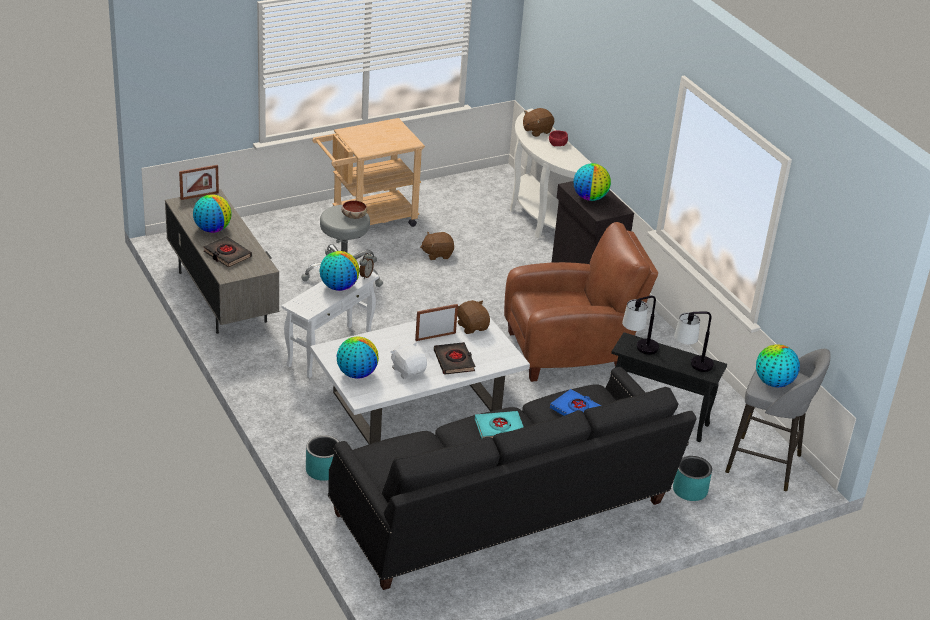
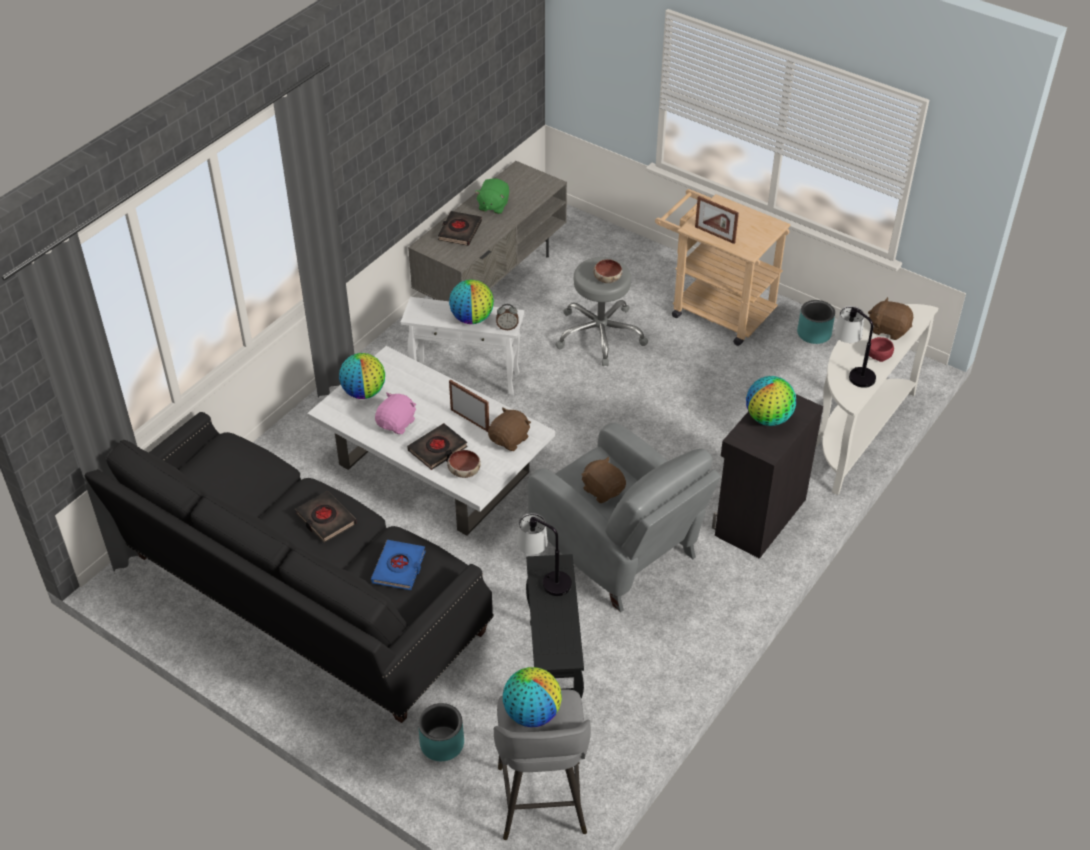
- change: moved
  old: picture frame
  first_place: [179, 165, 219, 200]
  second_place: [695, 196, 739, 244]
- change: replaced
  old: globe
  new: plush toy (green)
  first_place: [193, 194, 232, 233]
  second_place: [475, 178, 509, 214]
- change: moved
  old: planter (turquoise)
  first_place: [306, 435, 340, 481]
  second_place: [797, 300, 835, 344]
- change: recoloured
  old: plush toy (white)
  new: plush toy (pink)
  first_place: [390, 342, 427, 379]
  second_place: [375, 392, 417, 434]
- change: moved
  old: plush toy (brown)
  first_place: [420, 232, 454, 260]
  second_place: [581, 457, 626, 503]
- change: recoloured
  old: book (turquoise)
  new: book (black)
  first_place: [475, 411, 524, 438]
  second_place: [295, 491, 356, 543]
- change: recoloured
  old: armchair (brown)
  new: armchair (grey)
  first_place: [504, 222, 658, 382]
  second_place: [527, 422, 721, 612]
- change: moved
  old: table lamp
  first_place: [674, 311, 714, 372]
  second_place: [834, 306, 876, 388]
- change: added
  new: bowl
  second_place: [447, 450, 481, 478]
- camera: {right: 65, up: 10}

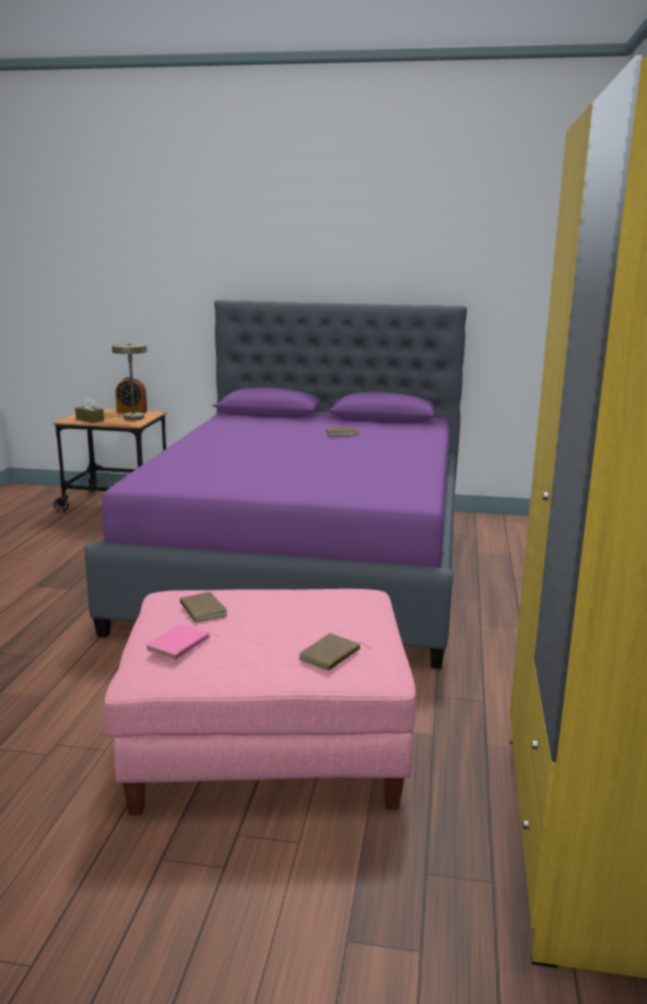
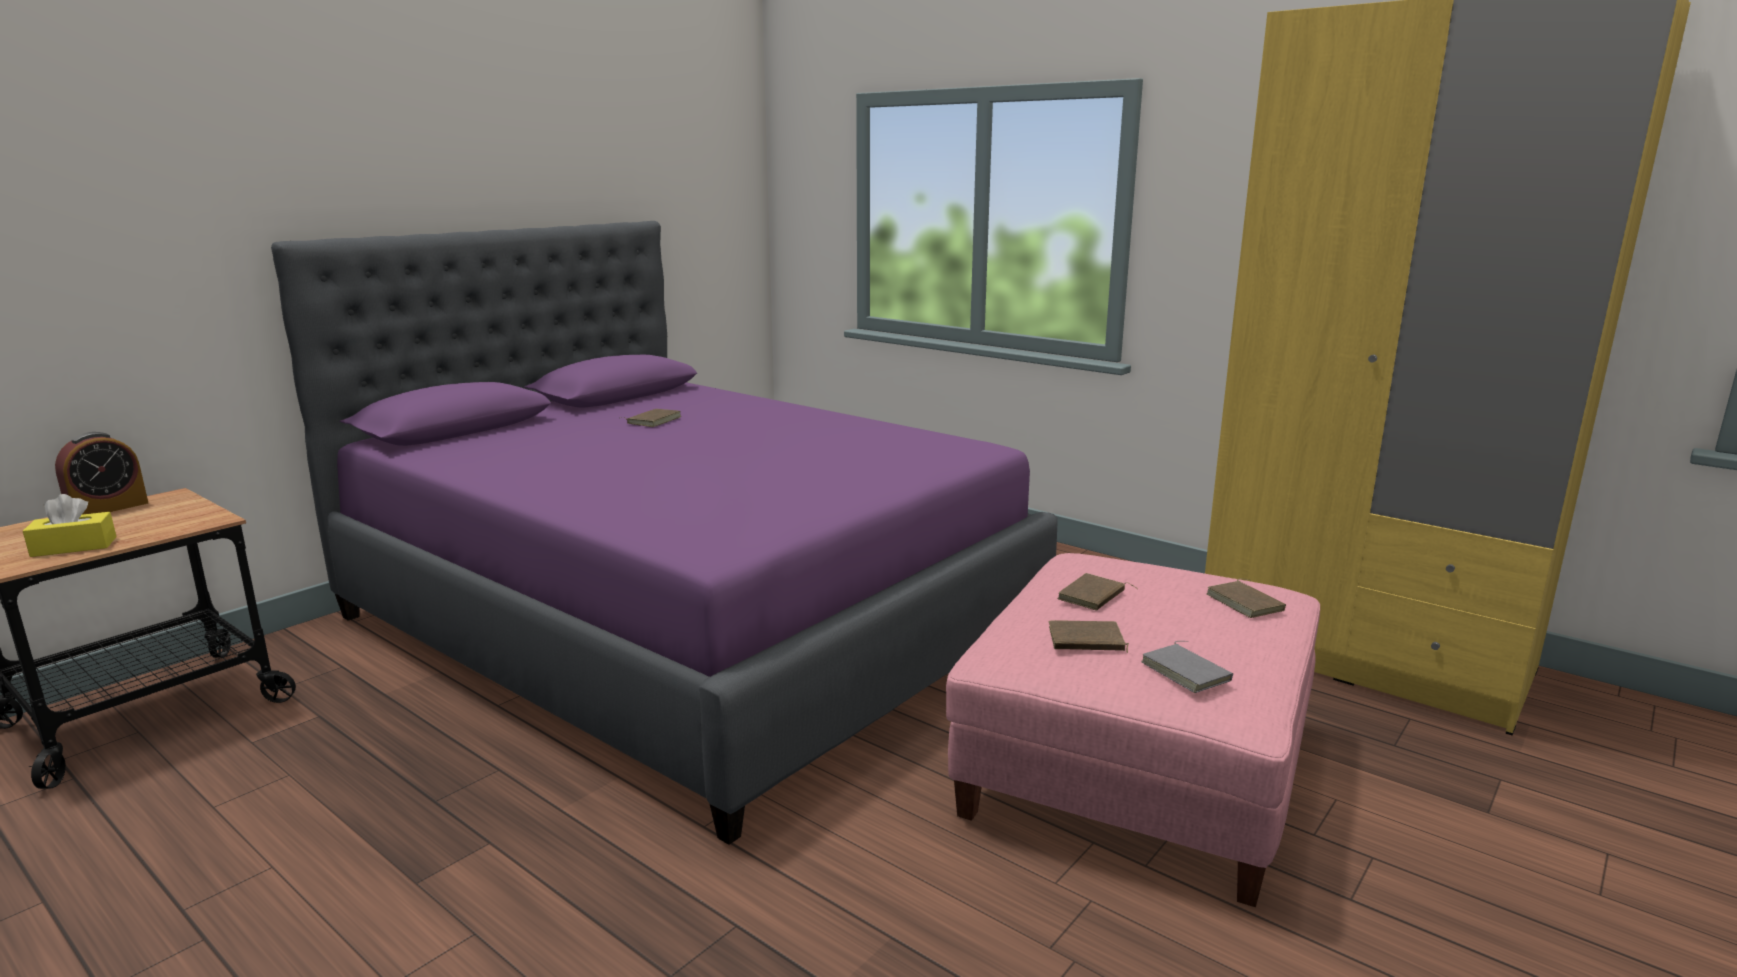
- change: recoloured
  old: tissue box (brown)
  new: tissue box (yellow)
  first_place: [75, 397, 104, 423]
  second_place: [23, 494, 117, 557]
- change: removed
  old: table lamp (beige)
  first_place: [104, 343, 147, 420]
- change: recoloured
  old: book (pink)
  new: book (grey)
  first_place: [146, 624, 218, 660]
  second_place: [1141, 641, 1233, 693]
- change: added
  new: book (brown)
  second_place: [1057, 573, 1138, 611]
- camera: {right: -60, up: 0}

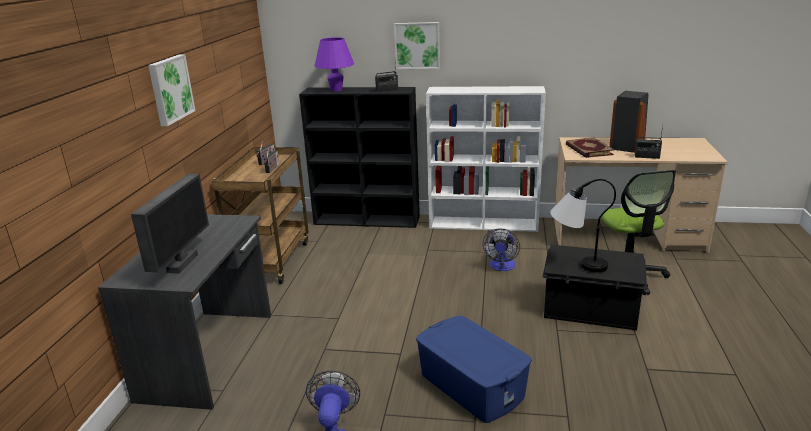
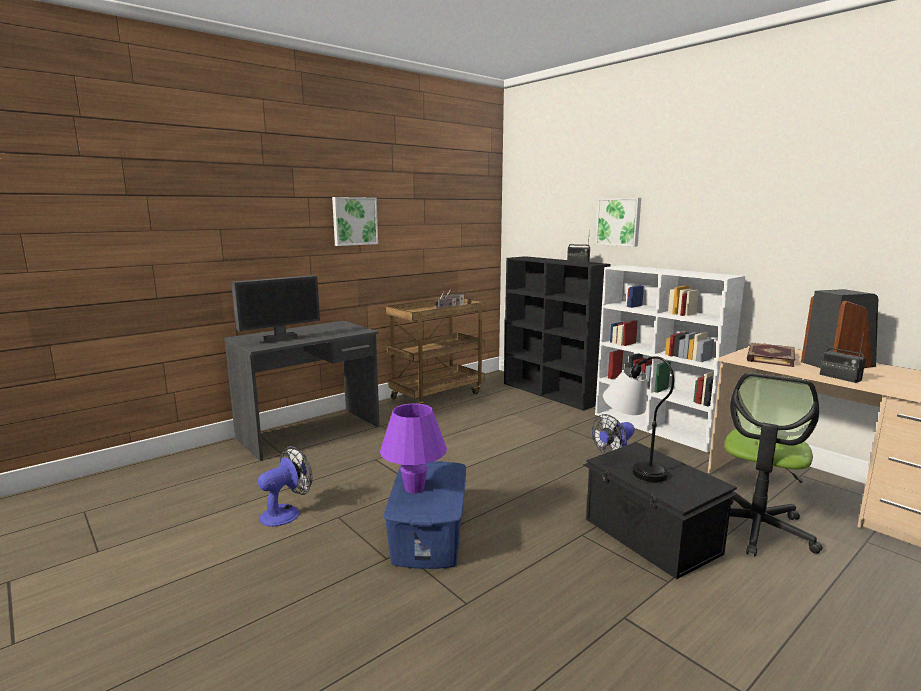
- change: moved
  old: table lamp (purple)
  first_place: [314, 37, 354, 92]
  second_place: [380, 403, 447, 493]
- camera: {right: 40, up: -10}

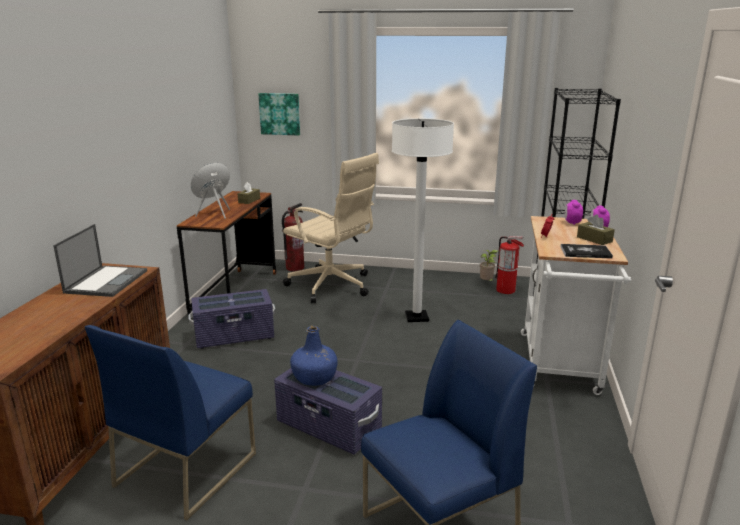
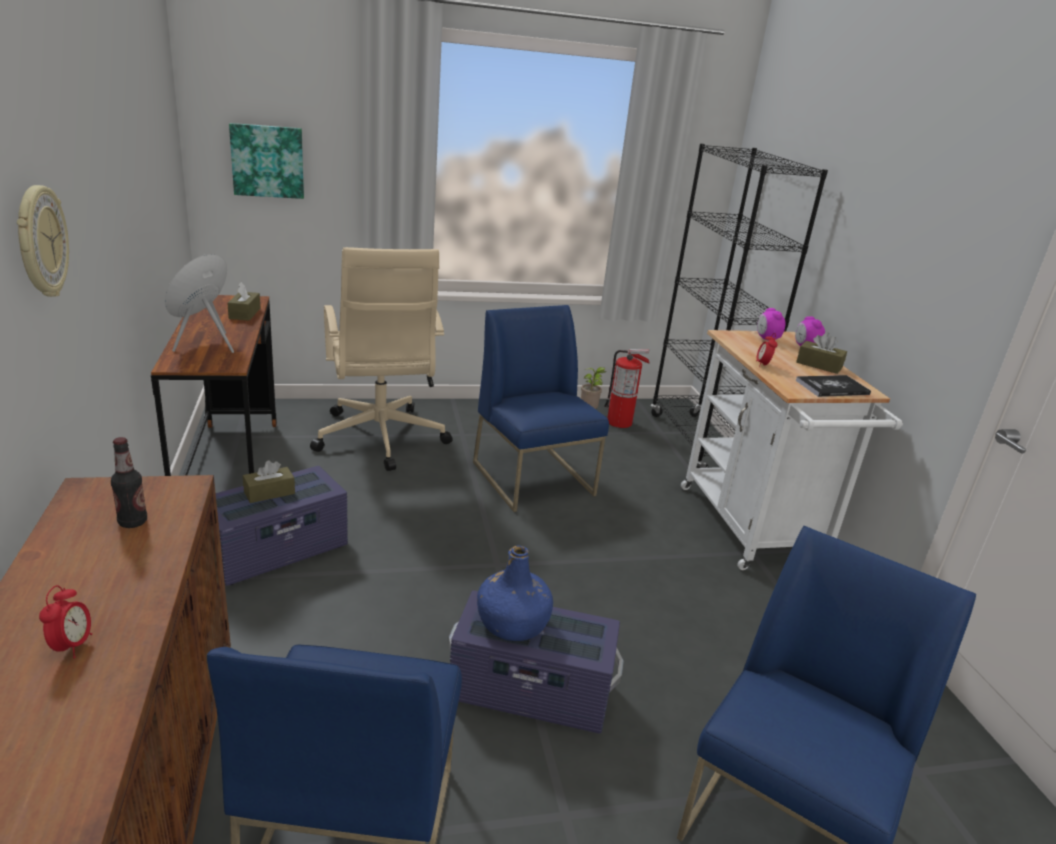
- change: replaced
  old: laptop
  new: bottle
  first_place: [53, 224, 147, 297]
  second_place: [111, 437, 147, 528]
- change: removed
  old: fire extinguisher
  first_place: [282, 203, 304, 272]
- change: turned
  old: office chair (beige)
  first_place: [283, 153, 379, 303]
  second_place: [310, 247, 453, 471]
  degrees: 60
- change: replaced
  old: floor lamp (white)
  new: chair (blue)
  first_place: [392, 118, 454, 322]
  second_place: [473, 305, 609, 512]
- change: added
  new: wall clock
  second_place: [17, 185, 69, 297]
- change: added
  new: alarm clock
  second_place: [39, 585, 92, 658]
- change: added
  new: tissue box (brown)
  second_place: [243, 460, 295, 503]
- camera: {right: -25, up: 5}

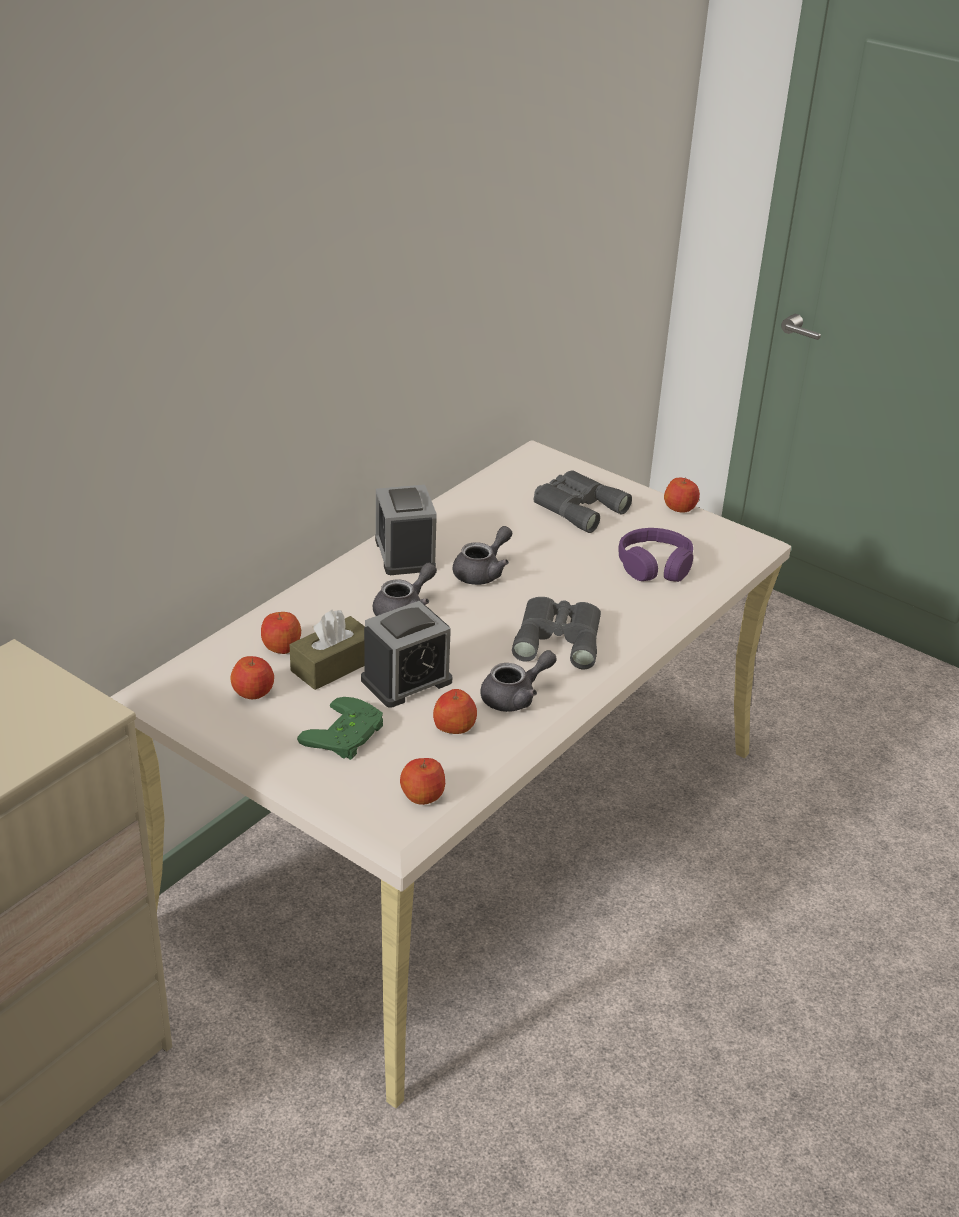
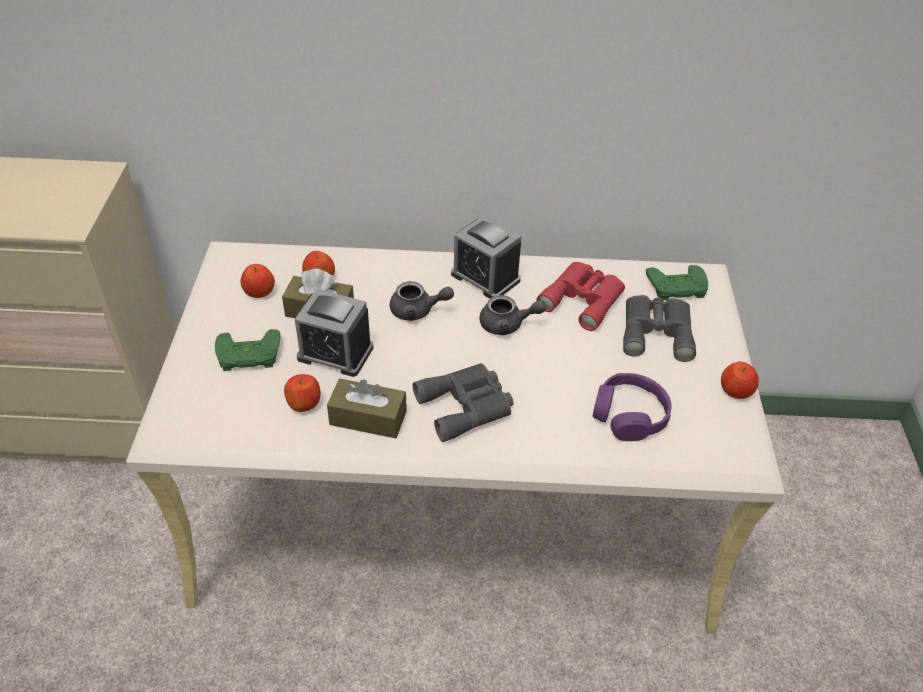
- change: turned
  old: alarm clock
  first_place: [375, 485, 437, 575]
  second_place: [451, 215, 522, 299]
  degrees: -90
- change: removed
  old: apple
  first_place: [400, 758, 445, 805]
- change: replaced
  old: teapot (grey)
  new: tissue box (brown)
  first_place: [480, 650, 557, 712]
  second_place: [327, 379, 407, 438]
- change: added
  new: binoculars (red)
  second_place: [536, 262, 625, 331]
- change: added
  new: game controller (green)
  second_place: [646, 265, 708, 300]
- camera: {right: 55, up: 10}

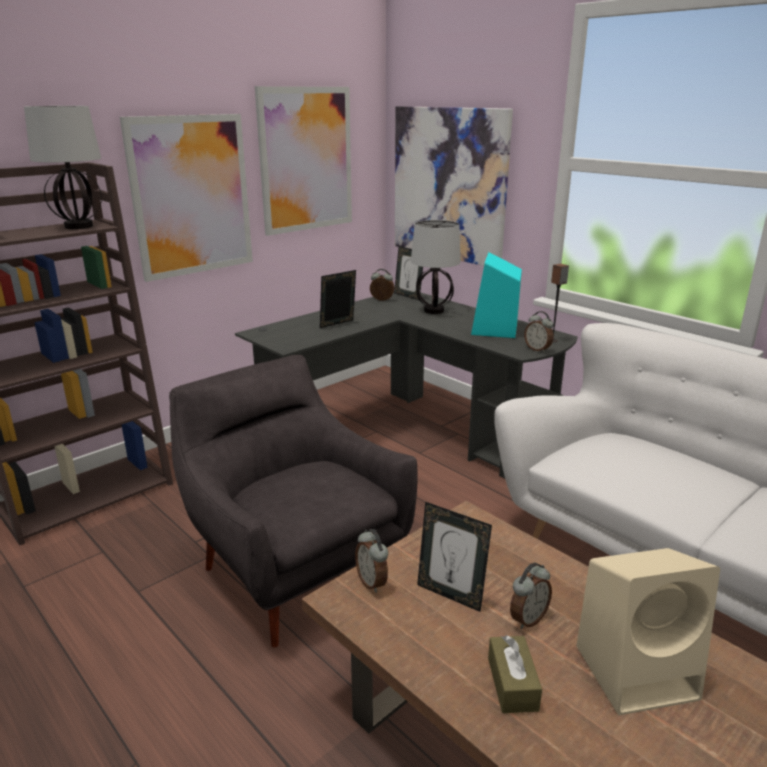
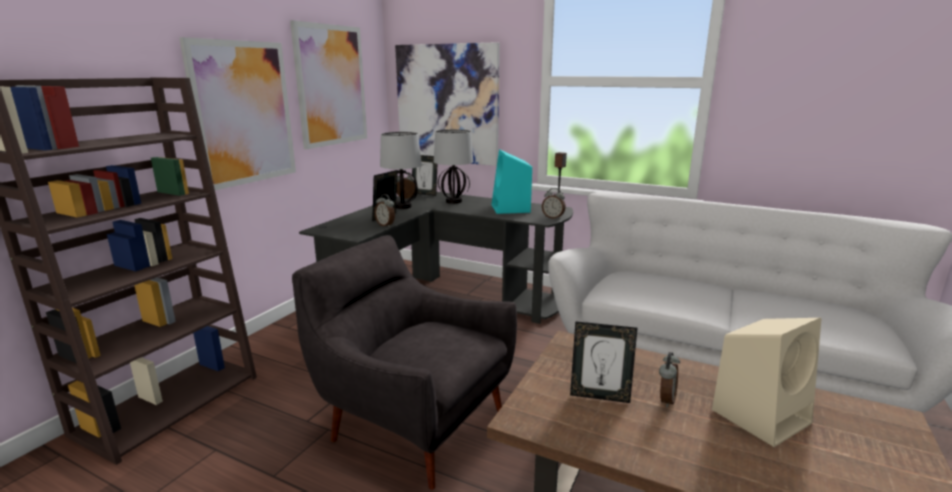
- change: moved
  old: table lamp
  first_place: [24, 106, 102, 229]
  second_place: [380, 132, 422, 209]
- change: moved
  old: alarm clock
  first_place: [355, 529, 388, 593]
  second_place: [375, 194, 395, 227]
- change: removed
  old: tissue box (brown)
  first_place: [488, 635, 542, 713]
- camera: {right: -20, up: -5}

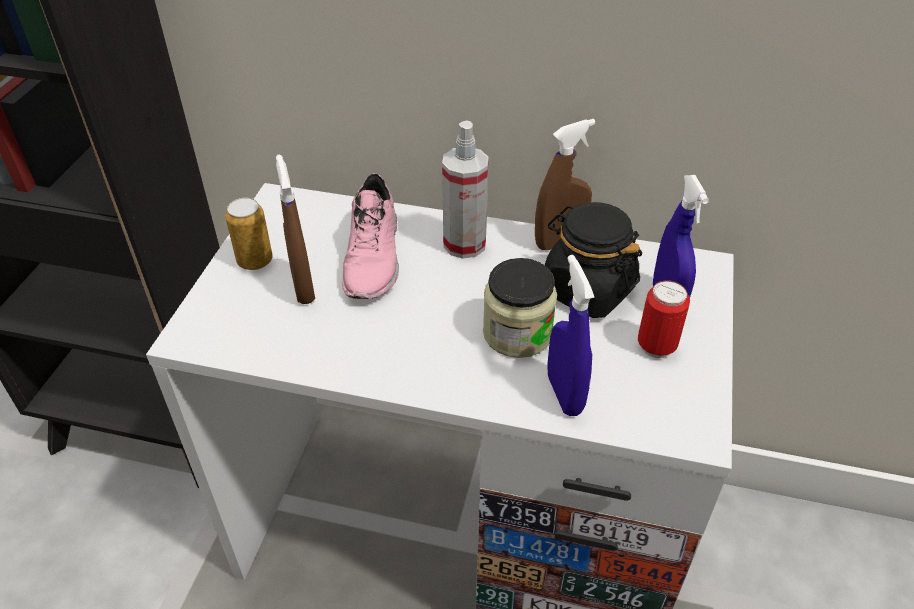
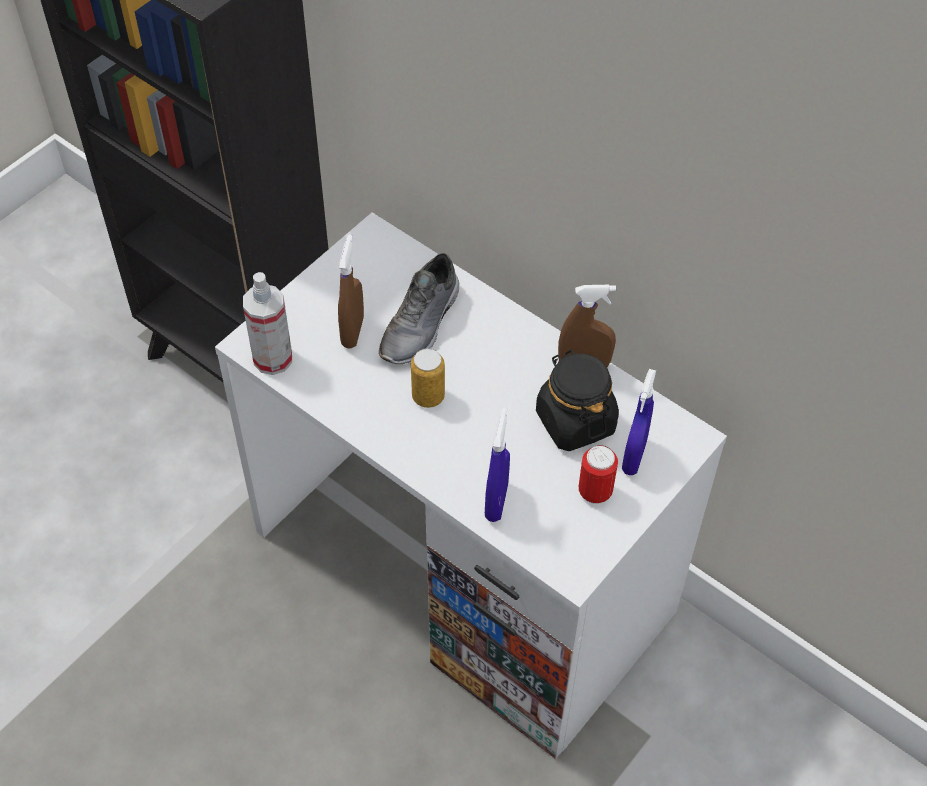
- change: moved
  old: can
  first_place: [225, 198, 273, 270]
  second_place: [411, 348, 445, 408]
- change: recoloured
  old: shoe (pink)
  new: shoe (grey)
  first_place: [342, 173, 399, 299]
  second_place: [379, 253, 459, 364]
- change: moved
  old: spray bottle
  first_place: [442, 120, 489, 259]
  second_place: [243, 272, 292, 375]
- change: removed
  old: jar
  first_place: [483, 258, 557, 358]
- camera: {right: 25, up: 10}

